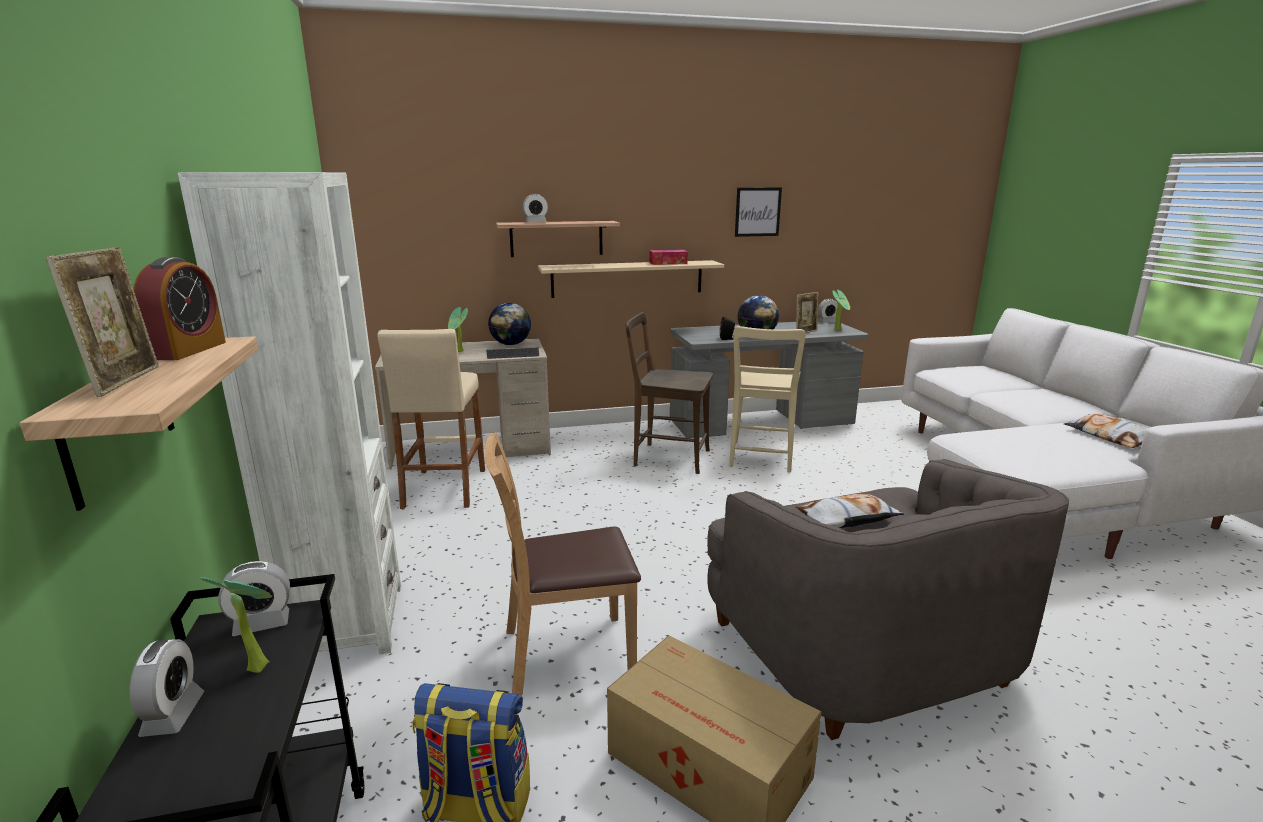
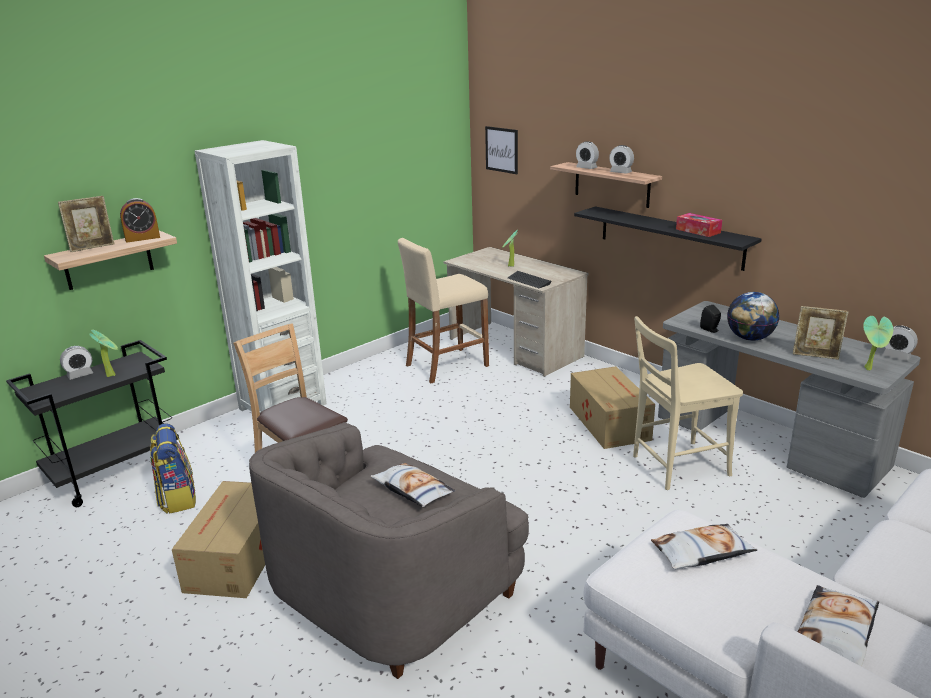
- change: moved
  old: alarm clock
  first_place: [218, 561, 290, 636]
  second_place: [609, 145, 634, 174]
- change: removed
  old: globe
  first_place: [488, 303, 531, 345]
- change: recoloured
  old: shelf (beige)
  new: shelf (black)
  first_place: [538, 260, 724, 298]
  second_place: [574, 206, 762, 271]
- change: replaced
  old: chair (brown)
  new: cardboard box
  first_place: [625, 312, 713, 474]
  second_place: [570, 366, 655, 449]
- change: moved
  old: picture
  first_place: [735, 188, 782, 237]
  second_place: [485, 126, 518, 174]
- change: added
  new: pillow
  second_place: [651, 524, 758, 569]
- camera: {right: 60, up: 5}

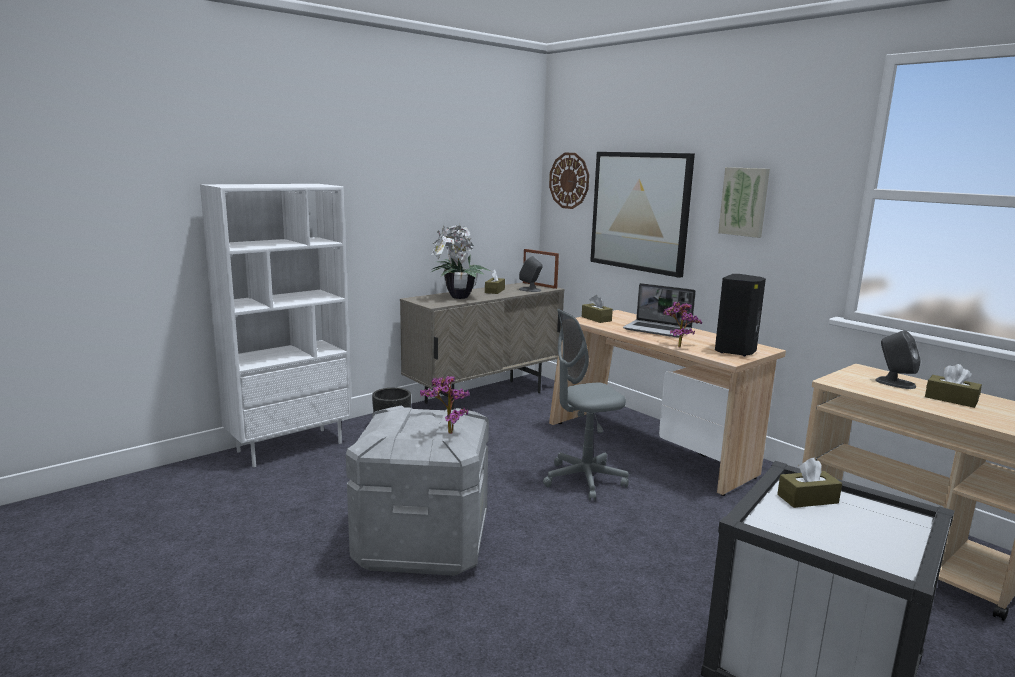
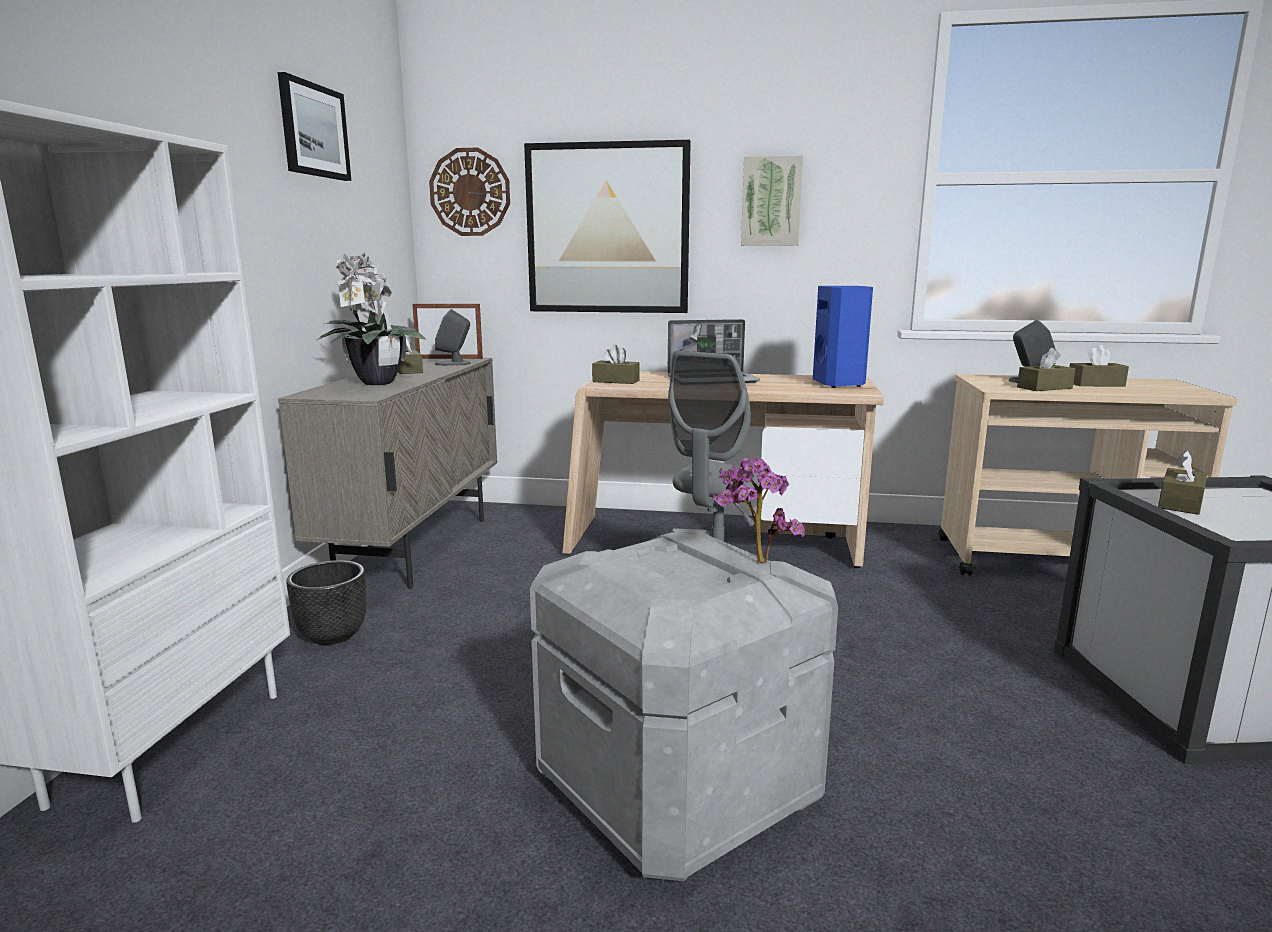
- change: removed
  old: potted plant
  first_place: [663, 301, 702, 348]
- change: recoloured
  old: speaker (black)
  new: speaker (blue)
  first_place: [715, 274, 766, 356]
  second_place: [813, 286, 873, 388]
- change: added
  new: picture
  second_place: [278, 72, 351, 181]
- change: added
  new: tissue box (brown)
  second_place: [1017, 348, 1075, 391]
- camera: {right: -40, up: 0}

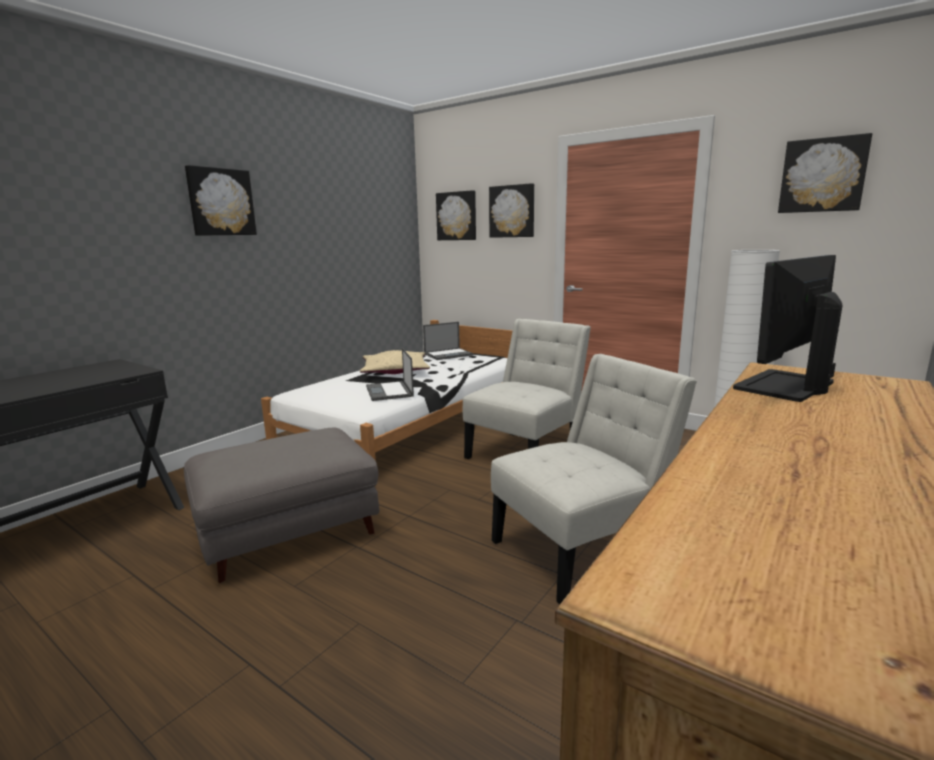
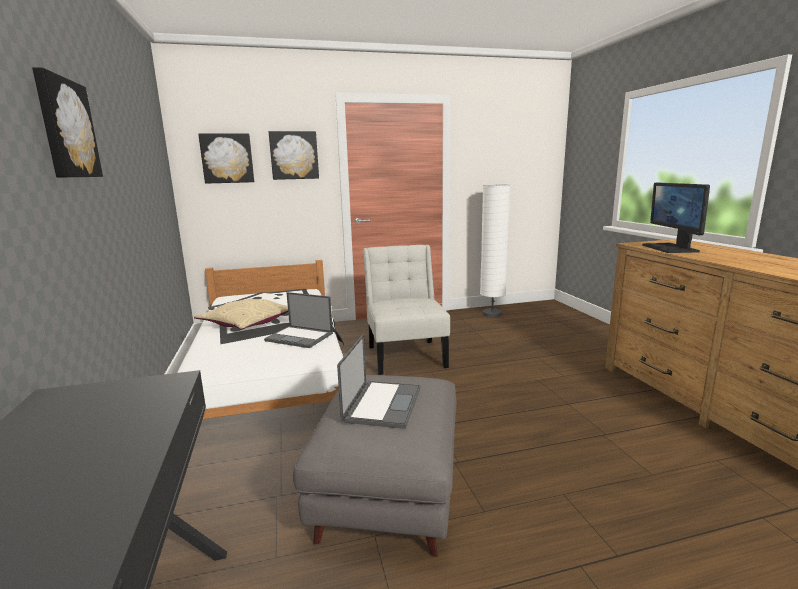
- change: moved
  old: laptop
  first_place: [423, 322, 473, 360]
  second_place: [337, 334, 421, 429]
- change: removed
  old: chair (white)
  first_place: [491, 354, 697, 604]
- change: removed
  old: picture
  first_place: [778, 133, 872, 213]
- camera: {right: -50, up: 0}

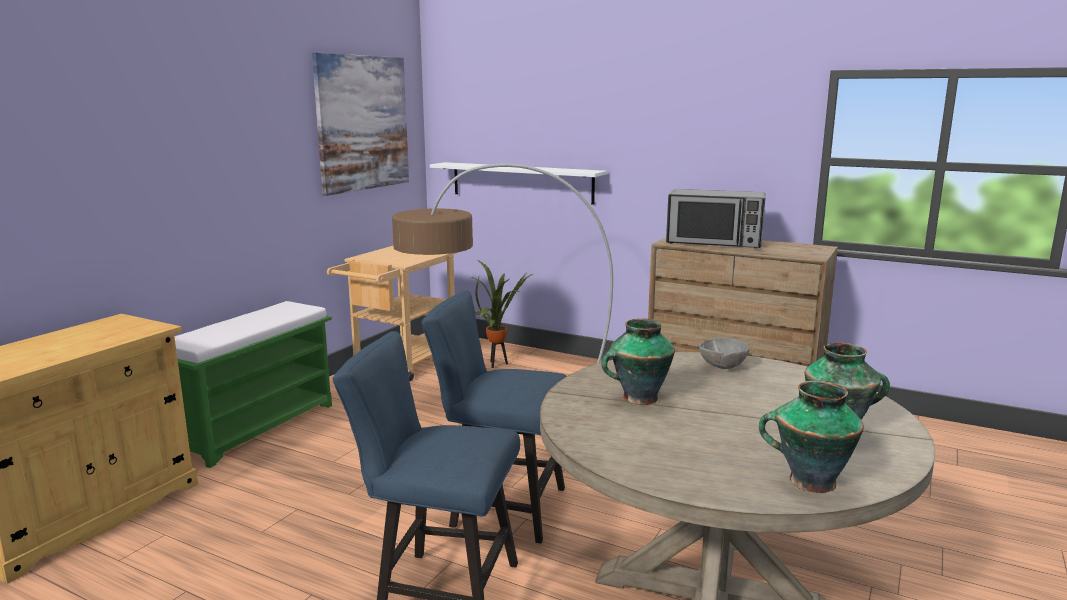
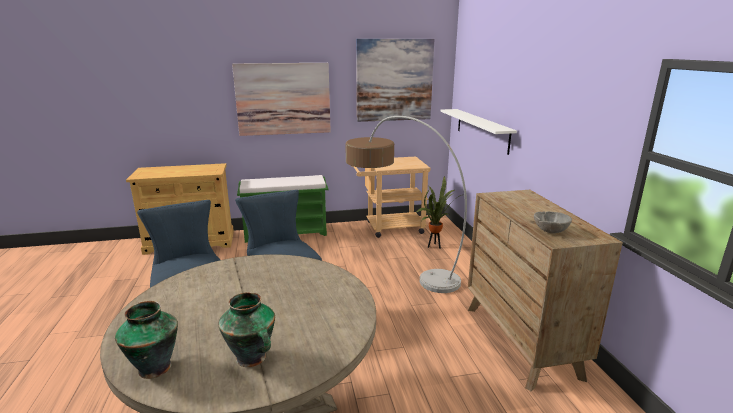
- change: removed
  old: vase
  first_place: [601, 318, 675, 405]
- change: removed
  old: microwave
  first_place: [666, 189, 766, 248]
- change: moved
  old: bowl (grey)
  first_place: [699, 338, 750, 369]
  second_place: [534, 211, 572, 233]
- change: added
  new: picture
  second_place: [232, 63, 331, 136]
- camera: {right: 50, up: 5}

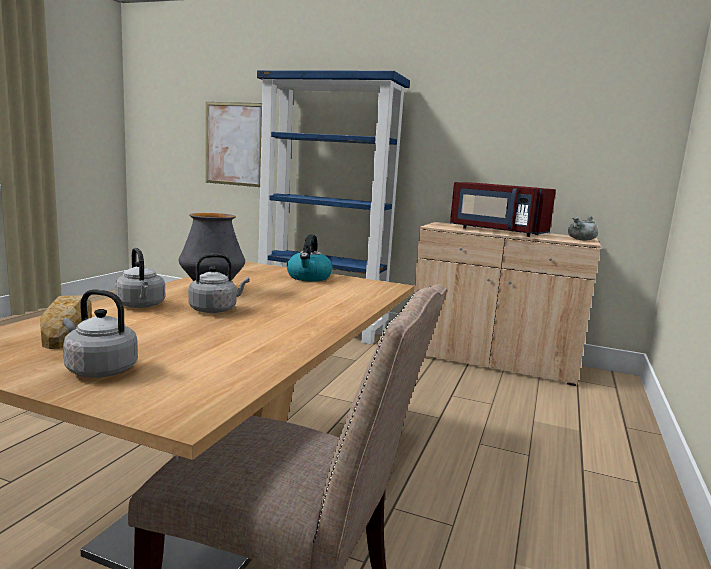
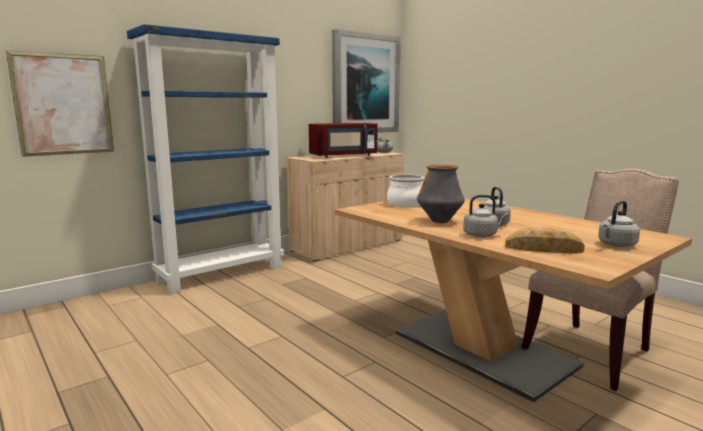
- change: replaced
  old: kettle
  new: cooking pot
  first_place: [287, 234, 333, 282]
  second_place: [387, 175, 424, 207]
- change: added
  new: picture
  second_place: [332, 29, 401, 133]
- camera: {right: -60, up: 0}

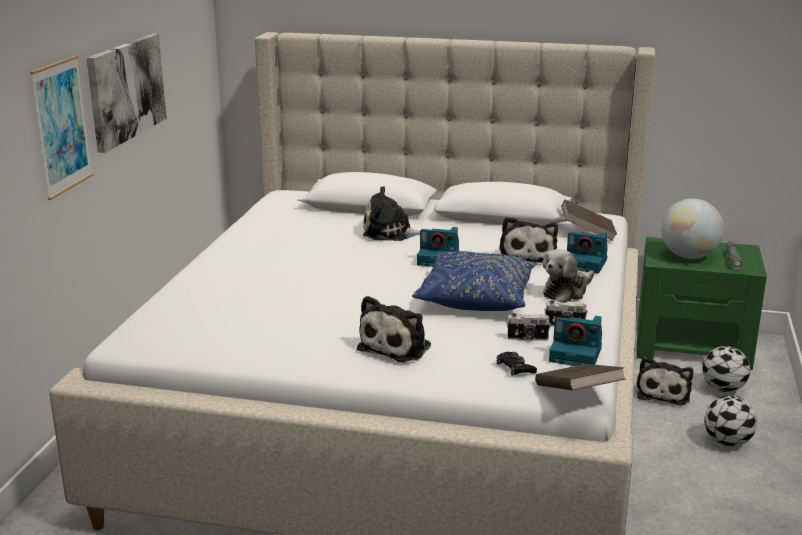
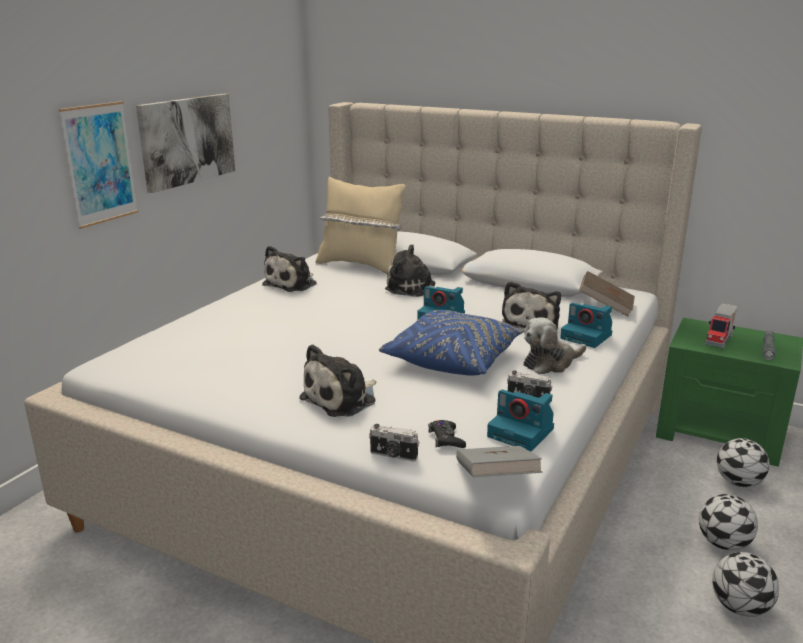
- change: moved
  old: photo camera
  first_place: [507, 313, 551, 341]
  second_place: [369, 424, 419, 462]
- change: recoloured
  old: book (brown)
  new: book (grey)
  first_place: [535, 364, 626, 390]
  second_place: [456, 446, 543, 477]
- change: moved
  old: plush toy
  first_place: [636, 357, 693, 405]
  second_place: [262, 246, 317, 292]
- change: replaced
  old: globe
  new: toy truck
  first_place: [661, 199, 724, 259]
  second_place: [705, 303, 737, 350]
- change: added
  new: pillow (beige)
  second_place: [316, 176, 406, 274]
- change: added
  new: football
  second_place: [712, 552, 779, 617]
- camera: {right: 15, up: 0}

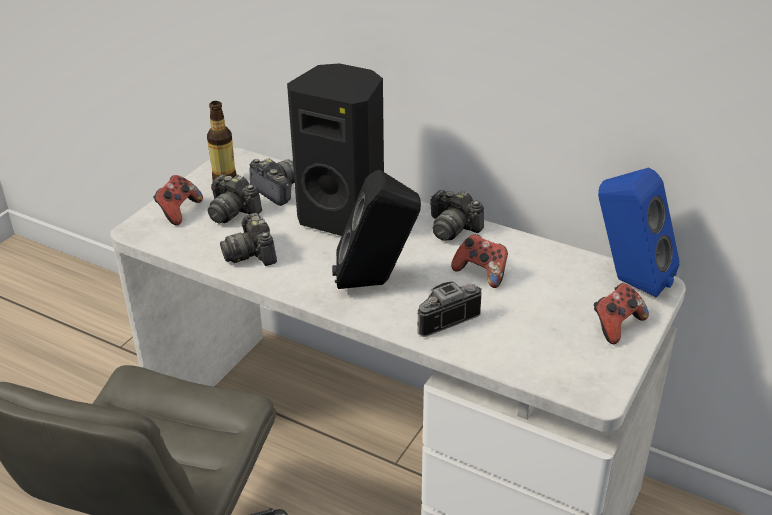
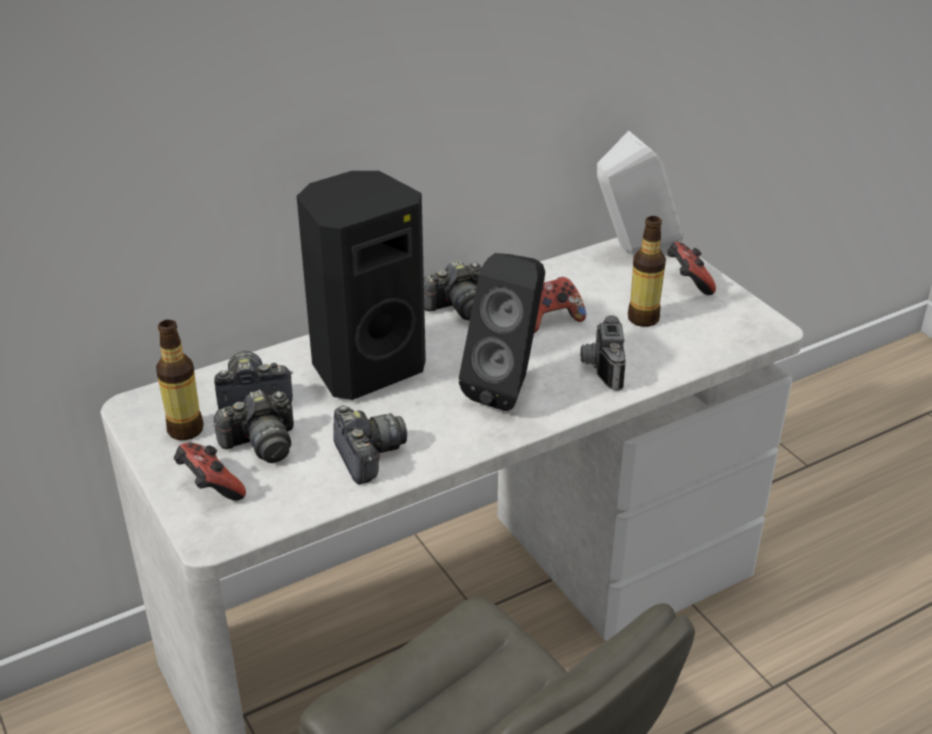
- change: turned
  old: photo camera
  first_place: [220, 212, 277, 266]
  second_place: [333, 405, 407, 485]
  degrees: -120
- change: recoloured
  old: speaker (blue)
  new: speaker (white)
  first_place: [598, 168, 680, 298]
  second_place: [597, 131, 684, 254]
- change: added
  new: bottle
  second_place: [628, 216, 666, 327]
- camera: {right: -60, up: 0}

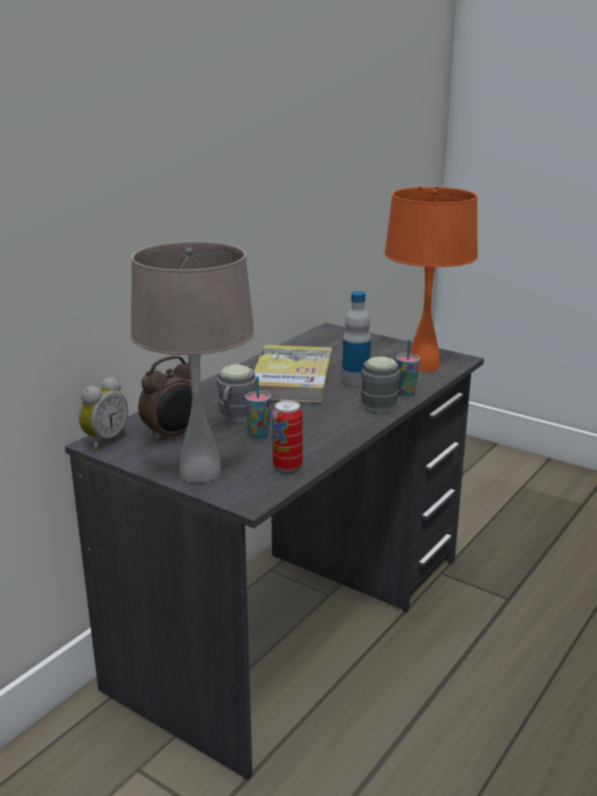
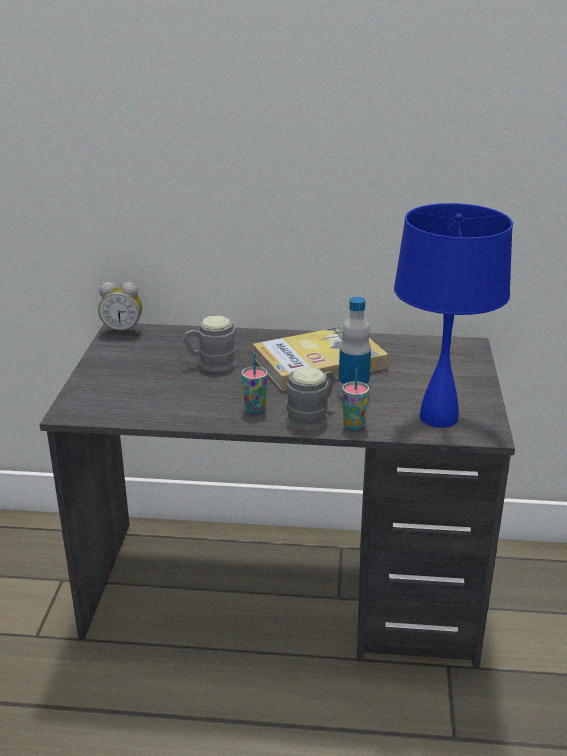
- change: removed
  old: table lamp (beige)
  first_place: [131, 241, 255, 483]
- change: removed
  old: alarm clock
  first_place: [138, 356, 192, 444]
- change: moved
  old: cup
  first_place: [245, 376, 271, 438]
  second_place: [242, 353, 268, 413]
- change: removed
  old: can
  first_place: [272, 400, 303, 472]
- change: recoloured
  old: table lamp (orange)
  new: table lamp (blue)
  first_place: [384, 187, 478, 372]
  second_place: [394, 203, 513, 428]
- camera: {right: 60, up: 5}

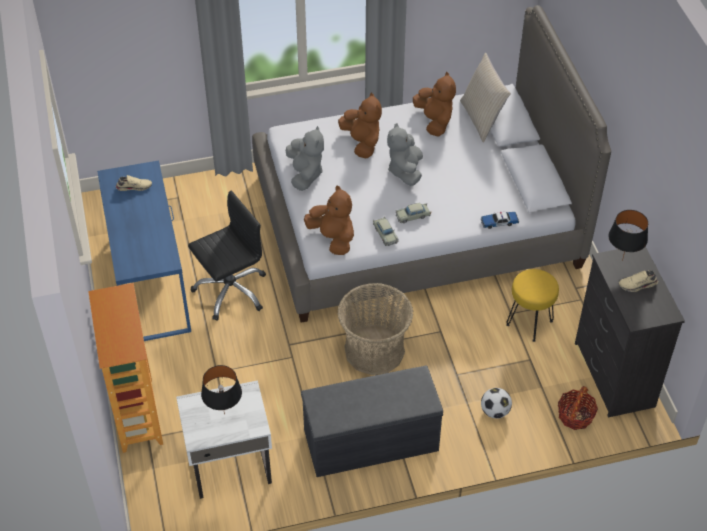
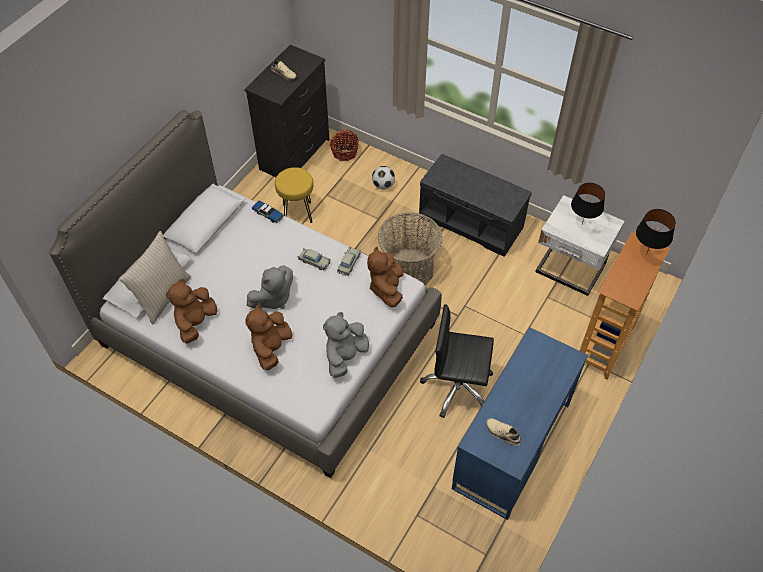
- change: moved
  old: table lamp (black)
  first_place: [608, 210, 648, 261]
  second_place: [636, 209, 676, 255]
- camera: {right: -135, up: 5}

